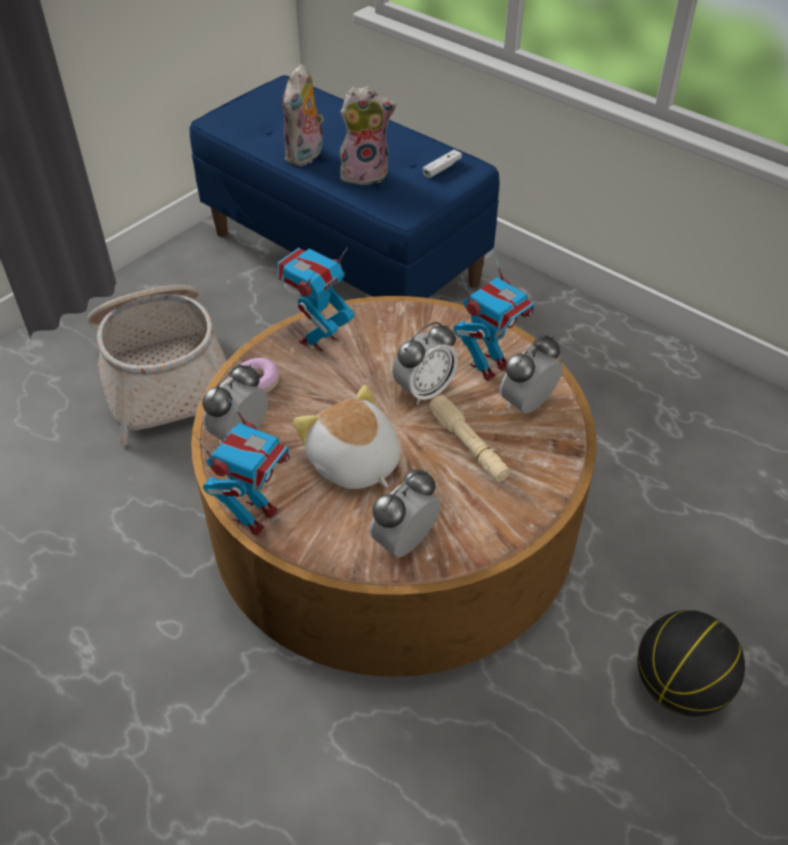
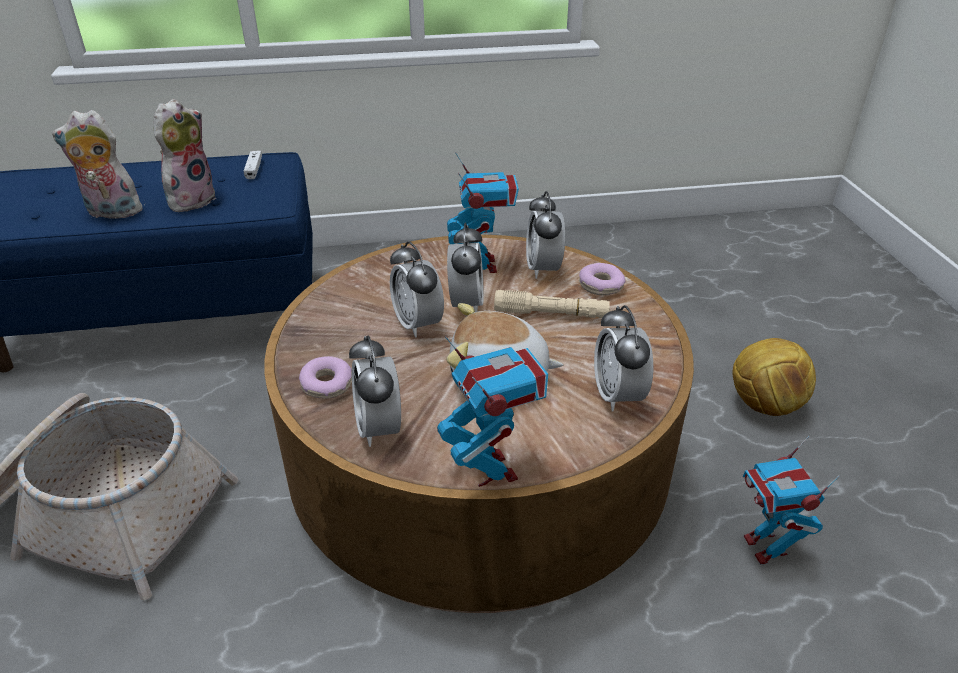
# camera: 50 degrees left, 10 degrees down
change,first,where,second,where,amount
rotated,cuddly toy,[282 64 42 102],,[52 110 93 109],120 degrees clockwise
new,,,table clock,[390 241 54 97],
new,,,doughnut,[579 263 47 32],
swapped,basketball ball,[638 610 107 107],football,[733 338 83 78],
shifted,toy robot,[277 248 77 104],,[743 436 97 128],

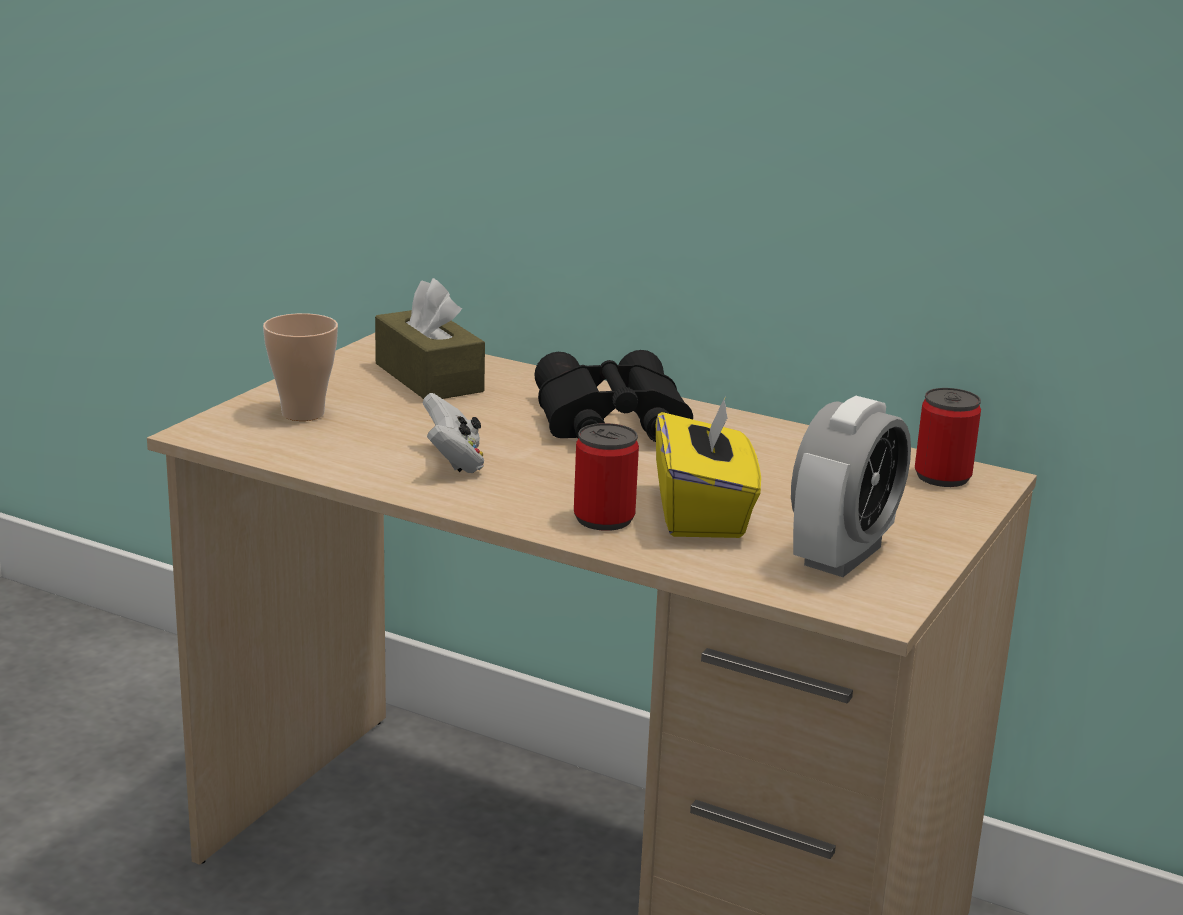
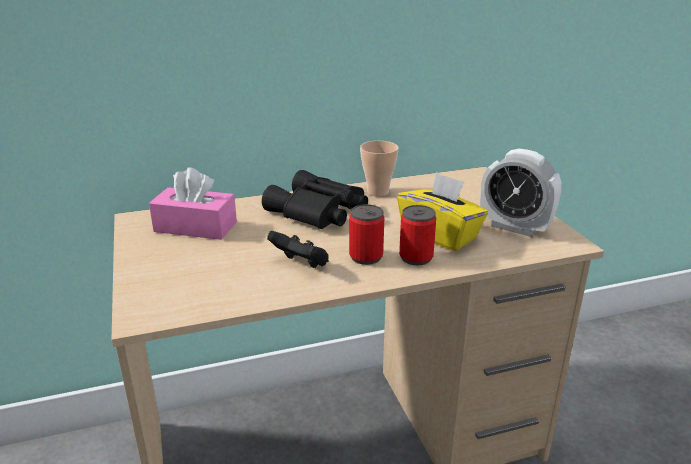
# camera: 45 degrees left, 5 degrees up
change,first,where,second,where,amount
repainted,brown-coloured box of tissues,[375 278 110 121],pinkish box of tissues,[149 168 88 72],
repainted,white game controller,[422 393 62 80],blackish game controller,[267 231 62 37],
shifted,metal can,[915 388 66 99],,[349 204 35 61],
shifted,small cup,[263 313 75 108],,[360 141 39 56],
rotated,table clock,[791 396 120 181],,[480 149 81 88],135 degrees clockwise

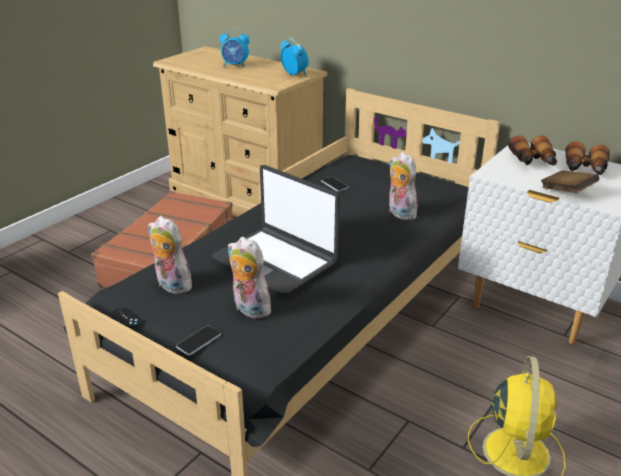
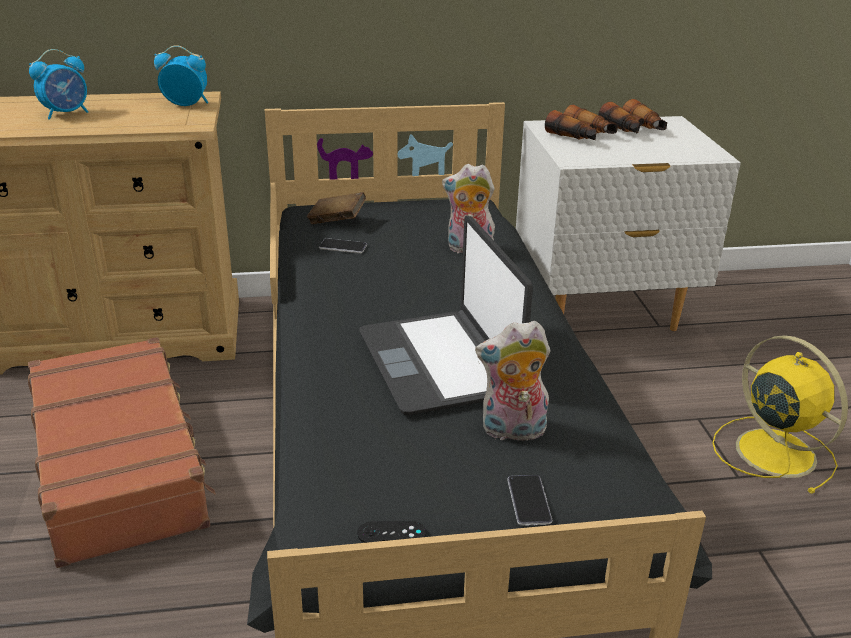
# camera: 45 degrees left, 0 degrees up
change,first,where,second,where,amount
shifted,brown-coloured volume,[541 170 58 23],,[307 192 59 32],
rotated,portable computer,[212 165 128 131],,[359 216 174 200],75 degrees clockwise
gone,cuddly toy,[148 216 45 78],,,

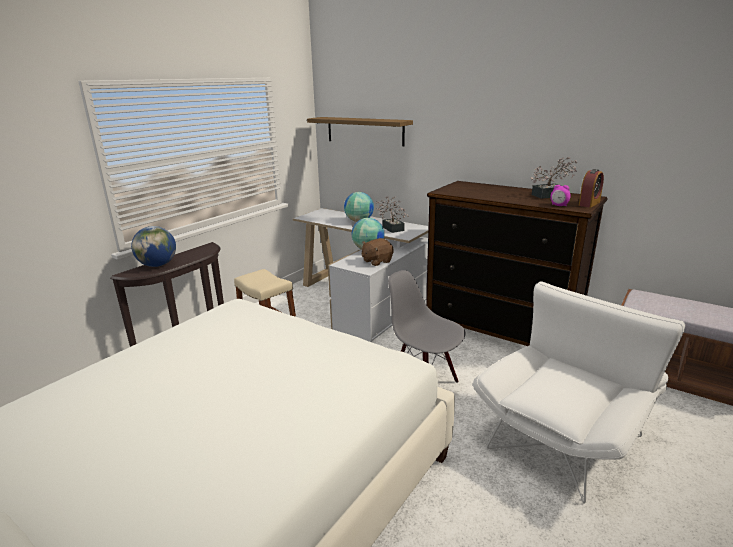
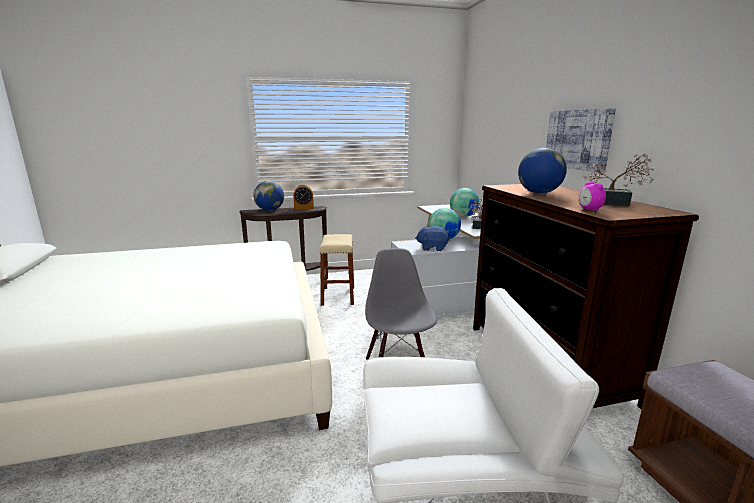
# camera: 40 degrees right, 5 degrees down
change,first,where,second,where,amount
shifted,table clock,[579 169 25 39],,[293 184 21 26],
repainted,brown-coloured cuddly toy,[362 238 32 28],bluish cuddly toy,[415 226 35 25],
new,,,desk globe,[518 148 49 46],
new,,,wall art,[546 108 70 64],
gone,wall shelf,[307 117 106 29],,,

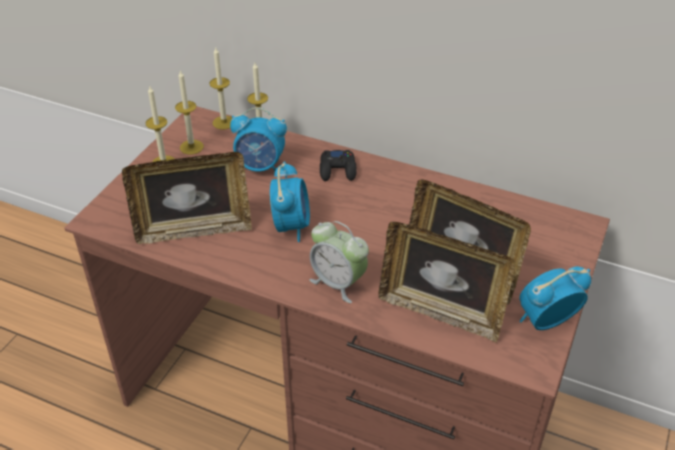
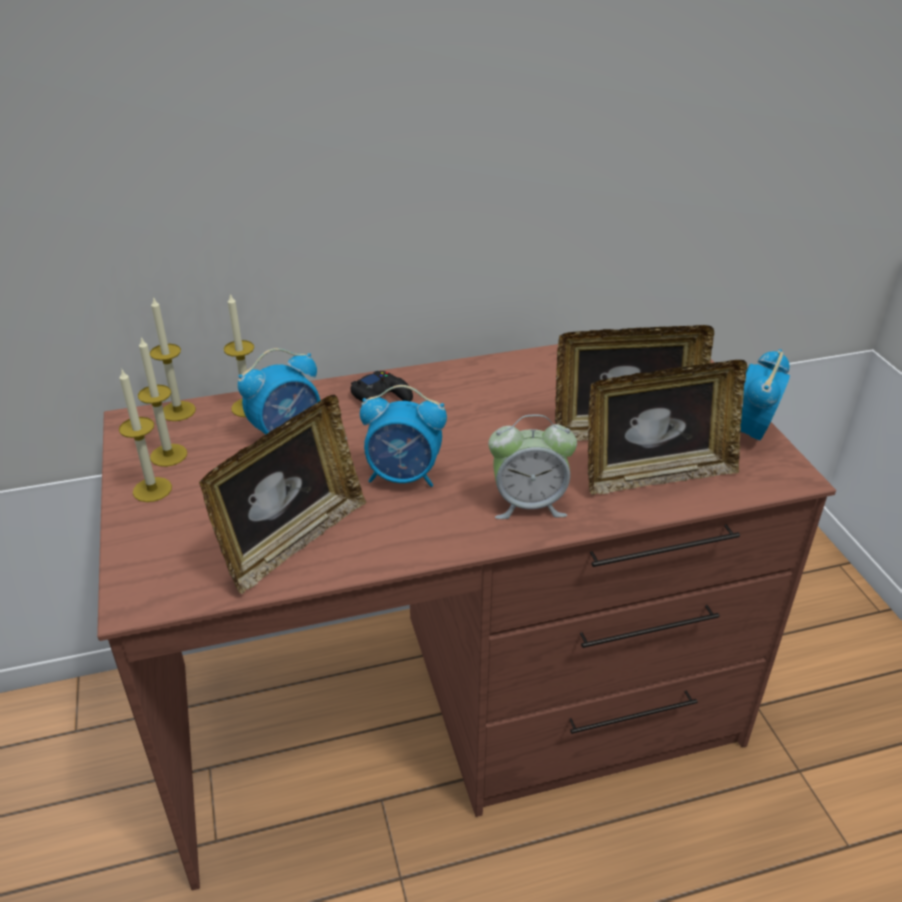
# camera: 40 degrees left, 5 degrees down
change,first,where,second,where,amount
rotated,table clock,[270 161 40 81],,[360 385 87 102],135 degrees clockwise

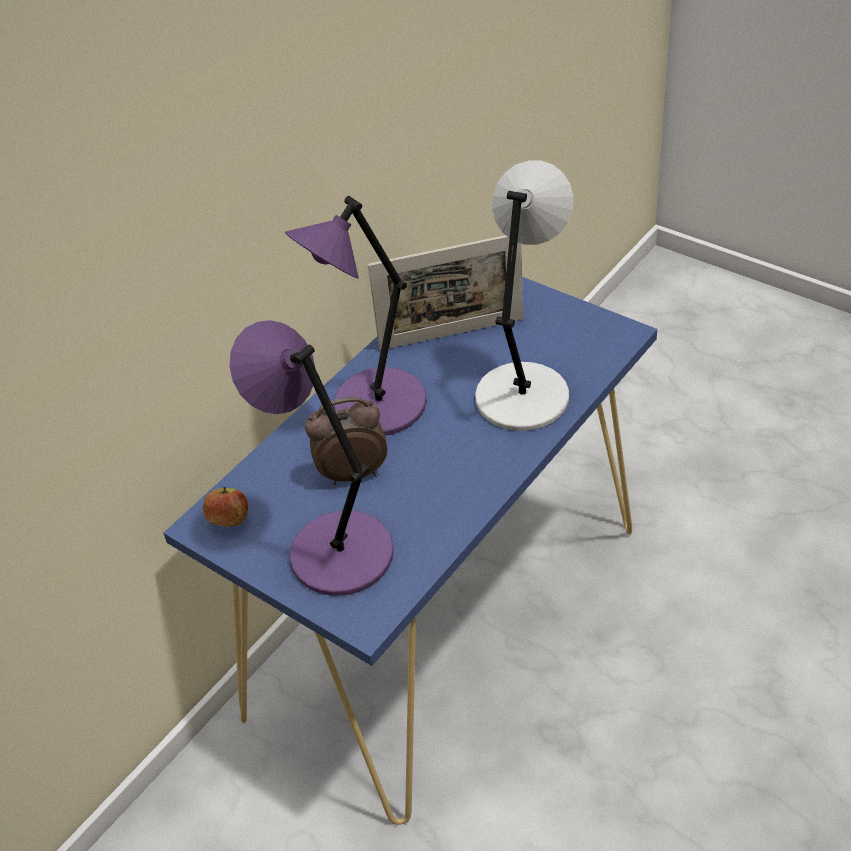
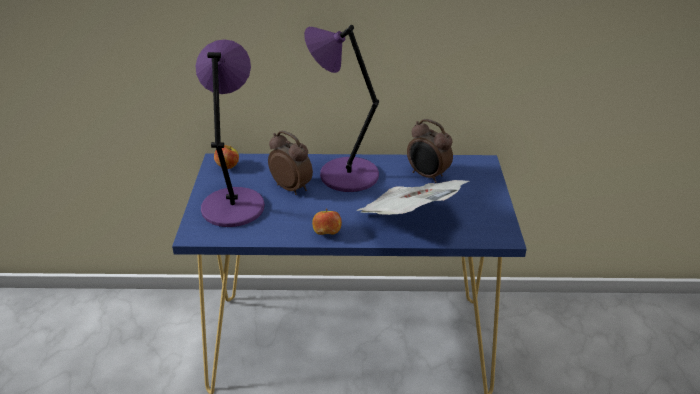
# camera: 50 degrees right, 10 degrees down
change,first,where,second,where,amount
new,,,apple fruit,[312 209 30 26],
swapped,grey tabletop lamp,[475 160 98 271],printed paper,[356 180 113 35],
swapped,standing frame,[368 235 155 115],table clock,[407 119 46 64],

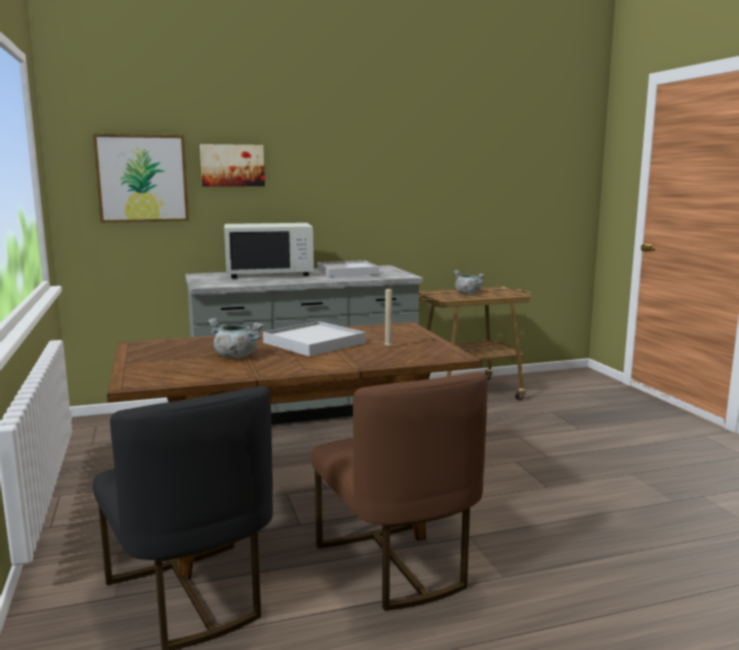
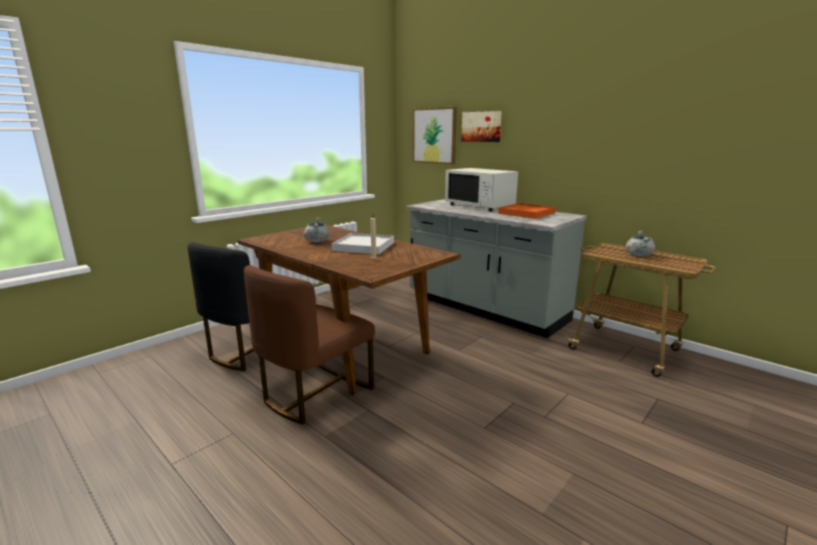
# camera: 60 degrees right, 5 degrees up
change,first,where,second,where,amount
repainted,white serving tray,[317 260 62 17],orangey serving tray,[498 203 58 16],

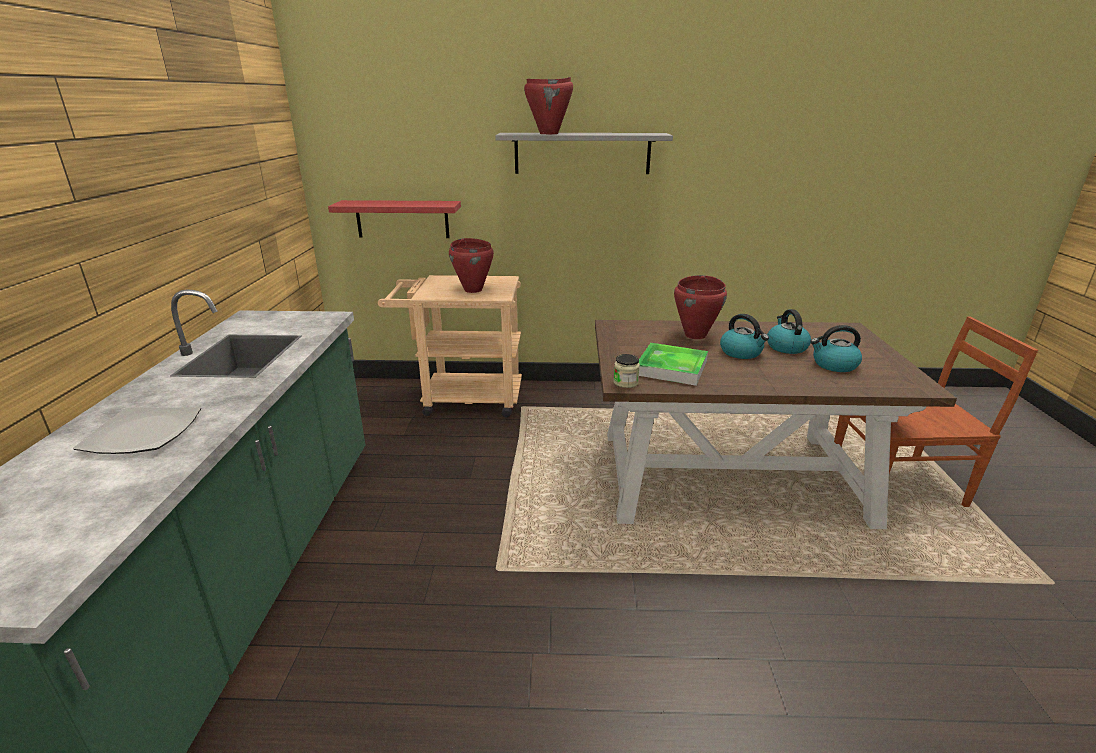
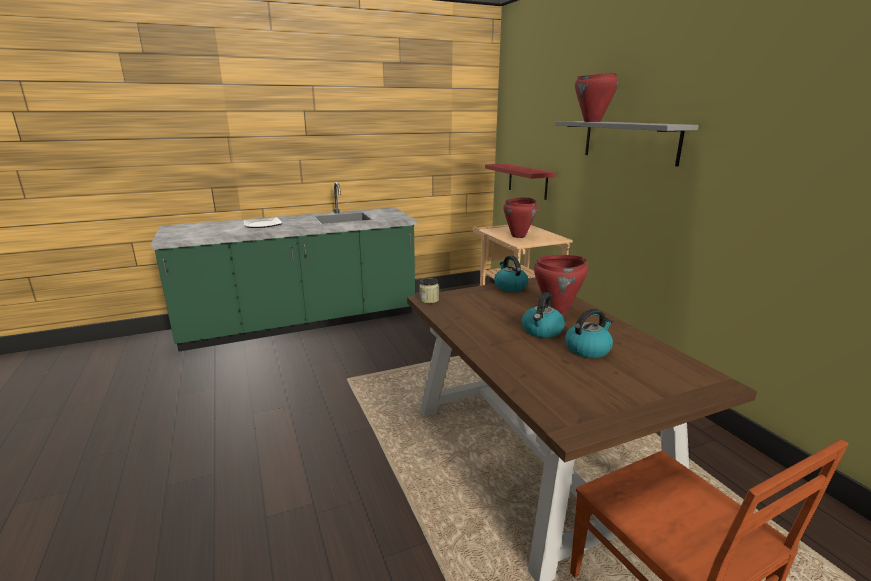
# camera: 65 degrees right, 5 degrees down
change,first,where,second,where,amount
shifted,water kettle,[810 325 52 47],,[494 256 34 36],
gone,serving tray,[638 343 70 43],,,

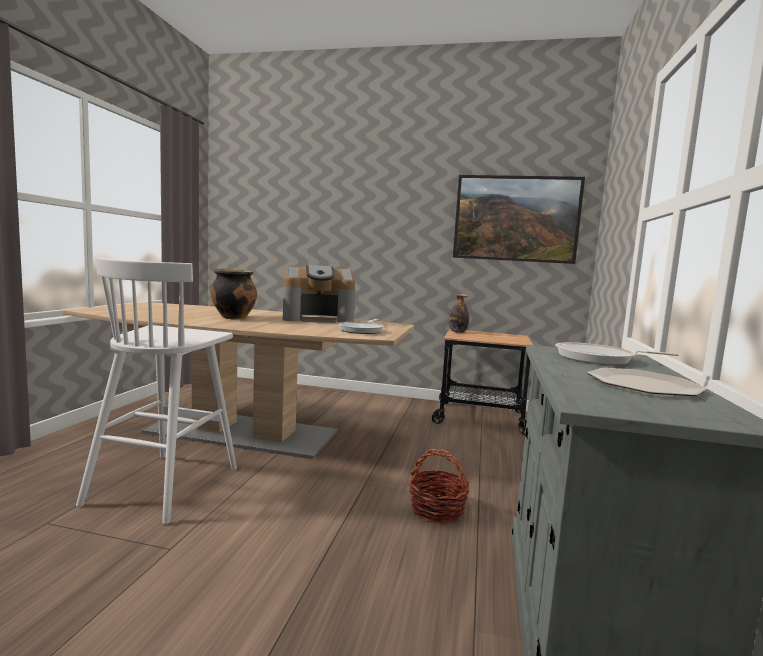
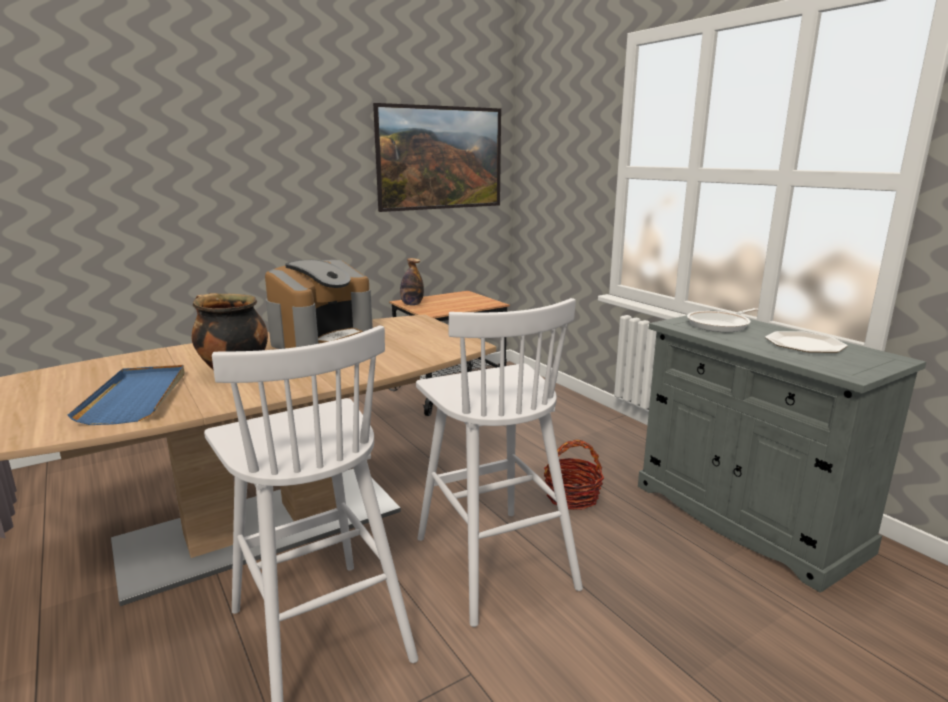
# camera: 45 degrees left, 10 degrees up
change,first,where,second,where,amount
new,,,bluish serving tray,[68 365 116 60],
new,,,white sitting stool,[416 298 167 329],
gone,pan,[339 319 44 15],,,

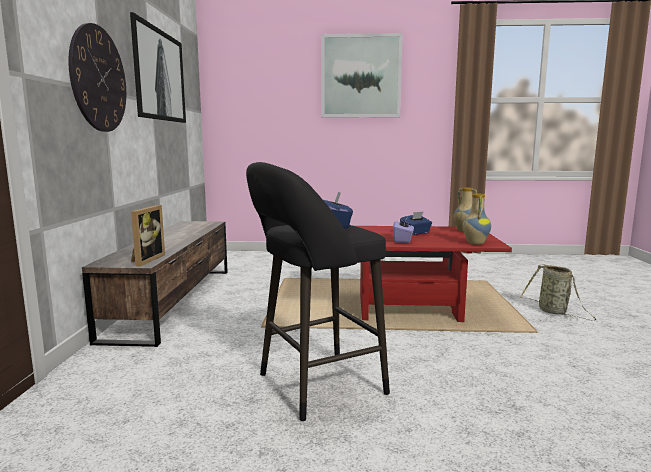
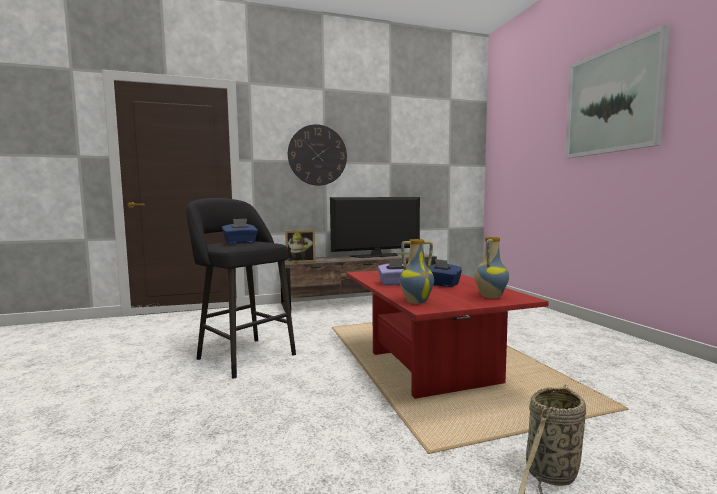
# camera: 70 degrees right, 5 degrees down
change,first,where,second,where,amount
new,,,television,[330 197 90 61],
gone,wall art,[130 12 56 111],,,

